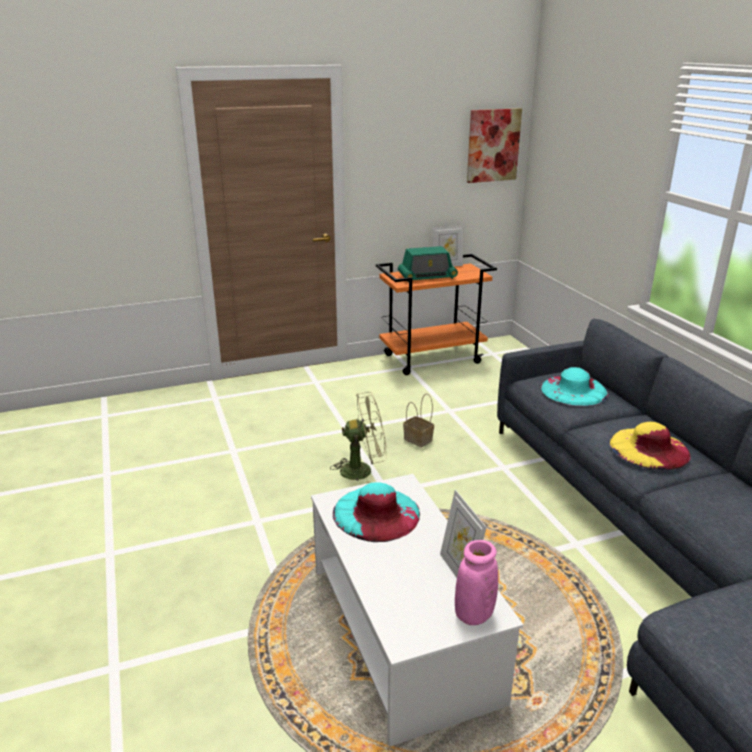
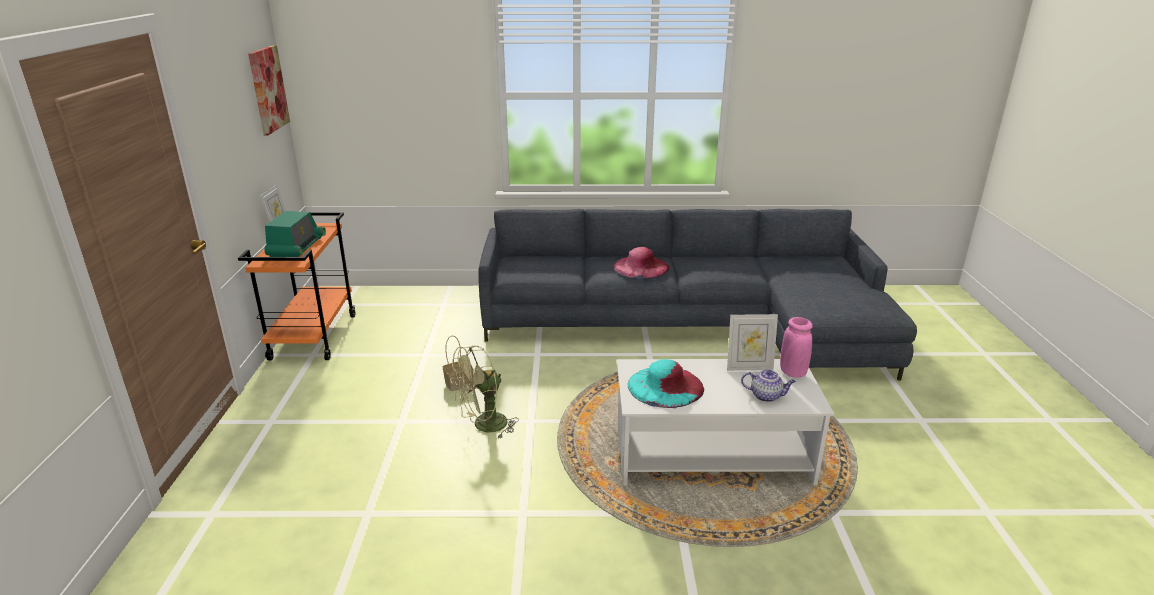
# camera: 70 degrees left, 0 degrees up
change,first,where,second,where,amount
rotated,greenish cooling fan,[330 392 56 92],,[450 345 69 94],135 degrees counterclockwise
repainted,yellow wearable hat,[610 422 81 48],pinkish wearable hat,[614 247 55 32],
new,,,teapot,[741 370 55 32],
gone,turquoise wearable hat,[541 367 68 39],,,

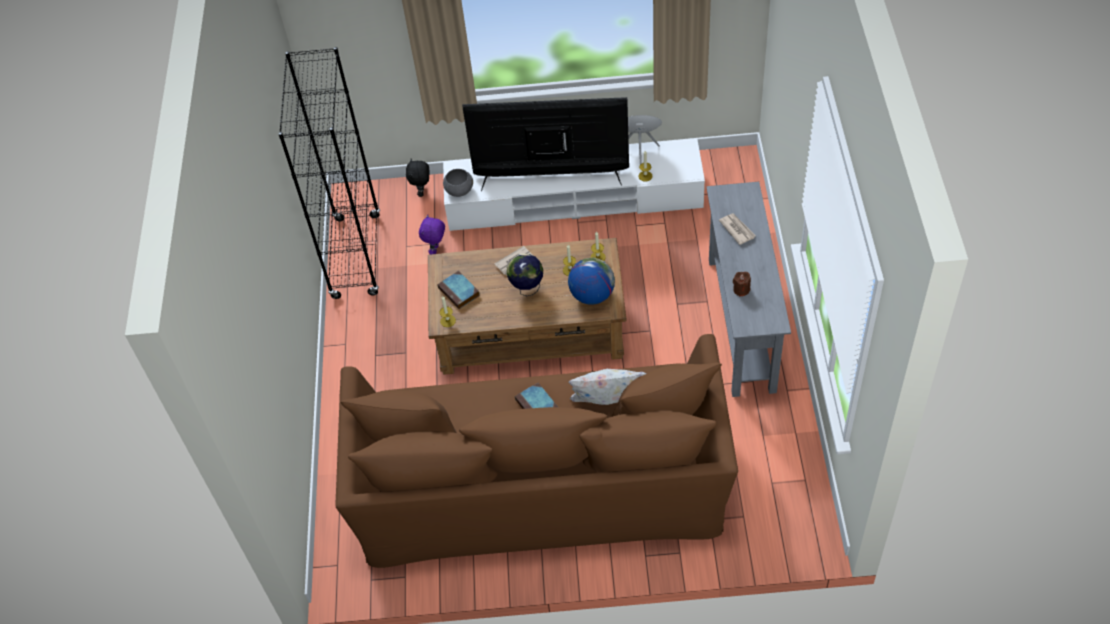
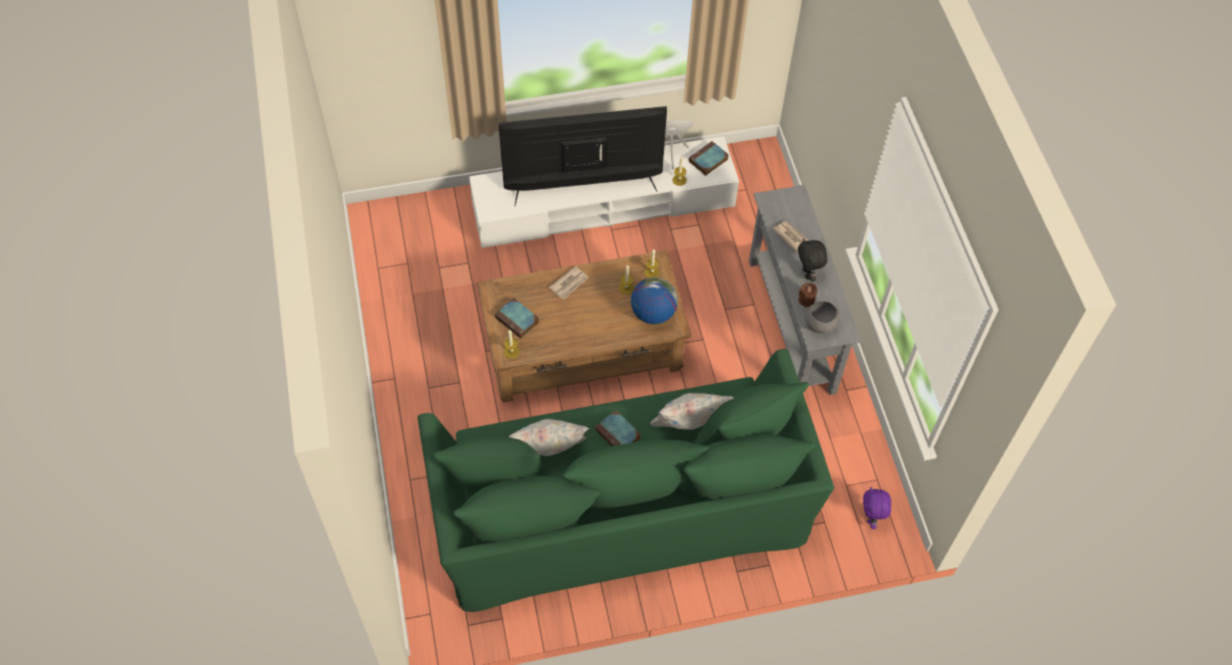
# camera: 15 degrees left, 5 degrees up
change,first,where,second,where,amount
repainted,brown-coloured couch,[335 334 403 234],greenish couch,[418 349 416 263],
new,,,white cushion,[509 419 80 37],
new,,,volume,[689 141 40 35],
shifted,blackish cuddly toy,[406 159 23 38],,[798 238 30 44],
shifted,grey serving bowl,[443 169 30 28],,[805 301 35 33],
shifted,purple cuddly toy,[419 215 26 40],,[863 486 28 43],
gone,blackish bookcase,[278 47 102 252],,,
gone,desk globe,[507 254 36 42],,,

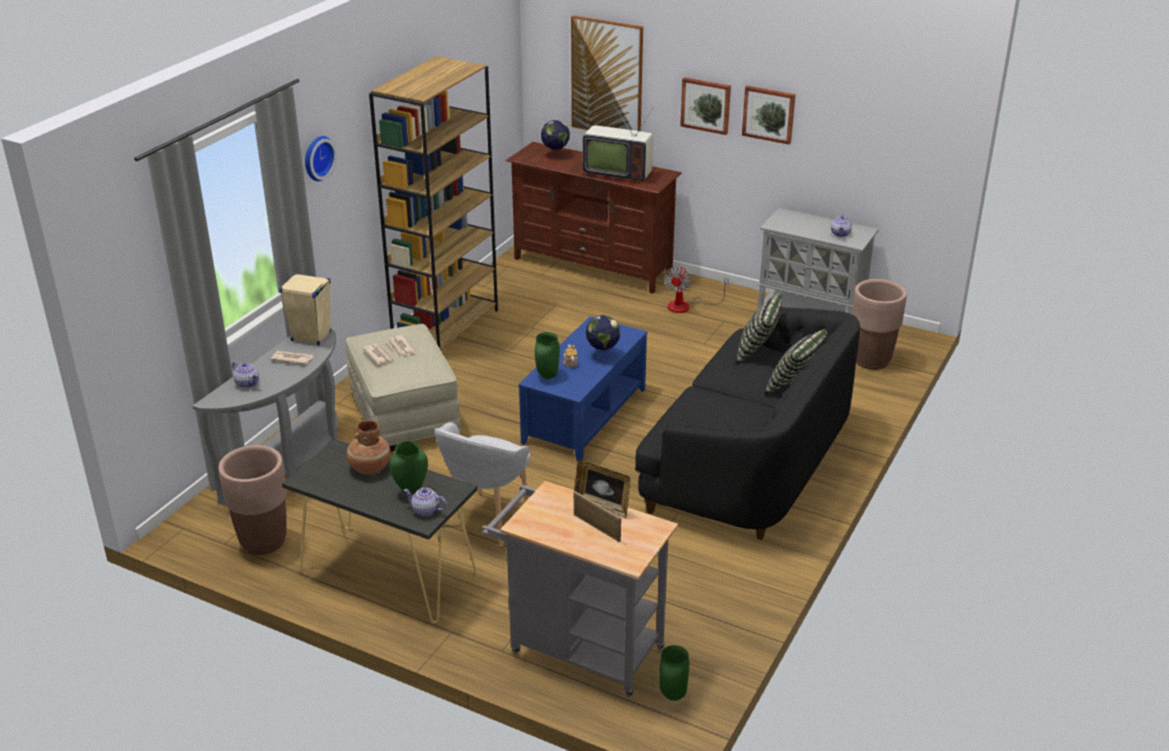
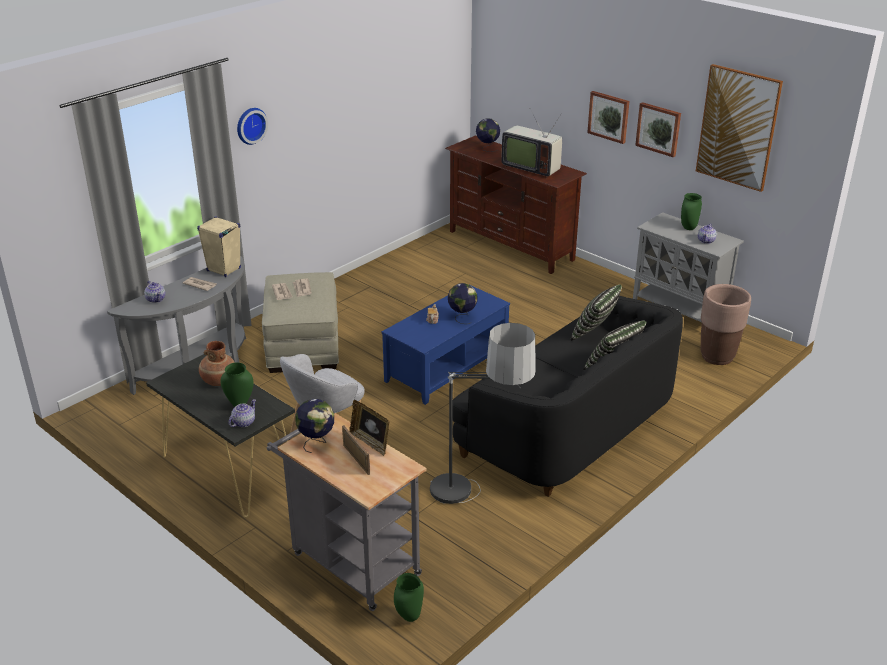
# camera: 15 degrees right, 0 degrees up
change,first,where,second,where,amount
rotated,teapot,[404 488 43 28],,[229 399 27 28],90 degrees clockwise
new,,,desk globe,[295 399 39 54],
new,,,standing lamp,[430 323 106 181],
shifted,greenish decorative vase,[535 332 25 47],,[681 193 21 37],
shifted,wall art,[571 15 72 116],,[696 64 87 128],
gone,brown-coloured plant pot,[218 445 69 110],,,
gone,brown-coloured bookcase,[369 56 129 294],,,
gone,cooling fan,[664 266 65 47],,,

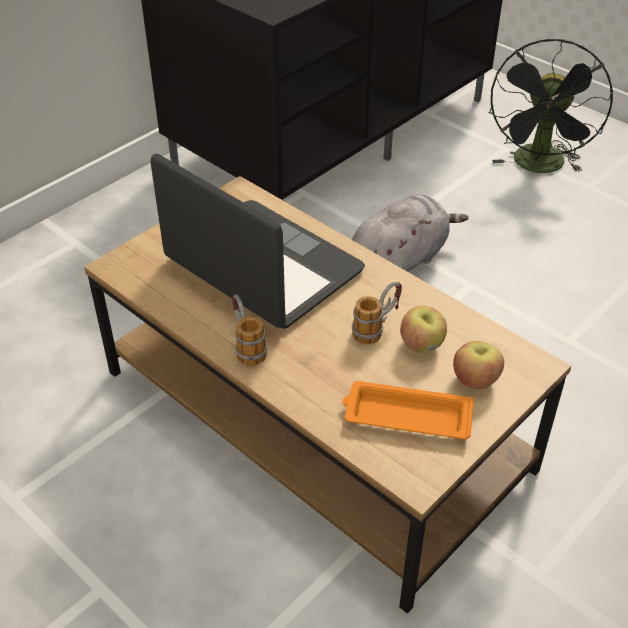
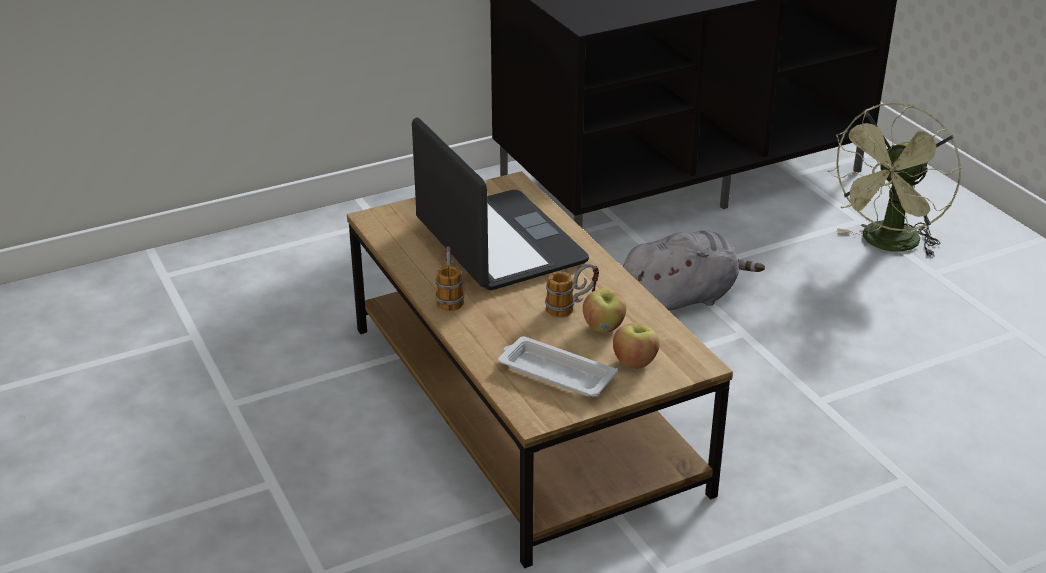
# camera: 20 degrees right, 10 degrees down
change,first,where,second,where,amount
repainted,orangey serving tray,[342 381 132 58],white serving tray,[498 336 120 61],
repainted,blackish cooling fan,[489 39 124 134],greenish cooling fan,[828 102 133 155],

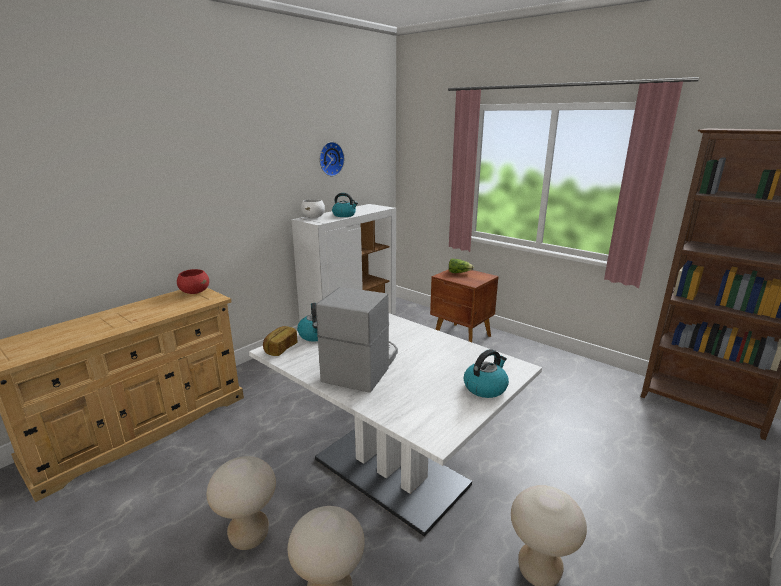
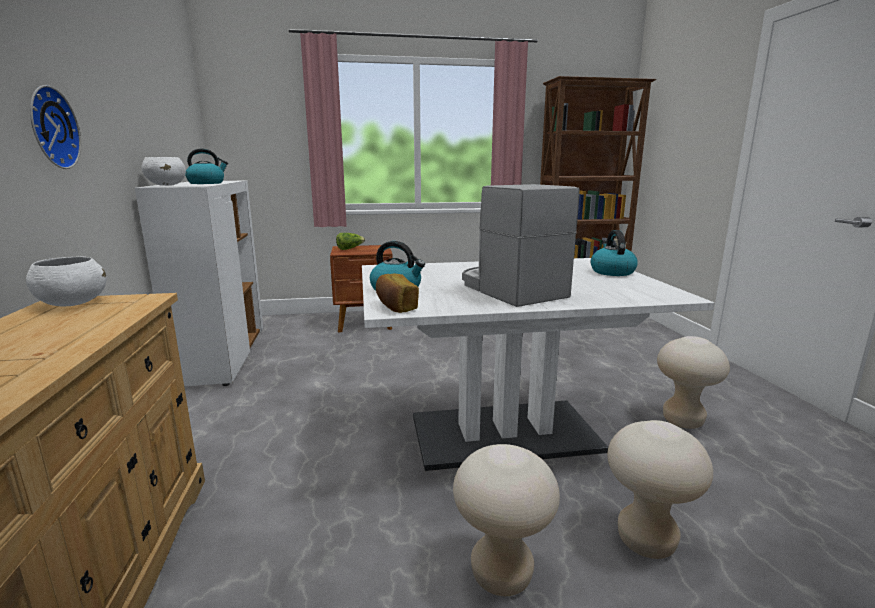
# camera: 50 degrees left, 5 degrees down
change,first,where,second,where,amount
repainted,reddish serving bowl,[177 269 32 25],white serving bowl,[26 256 81 50],
shifted,wall clock,[319 142 26 34],,[30 85 51 84],

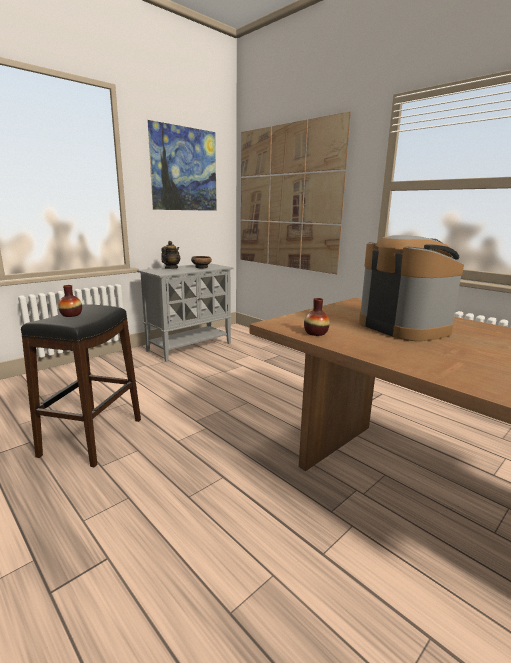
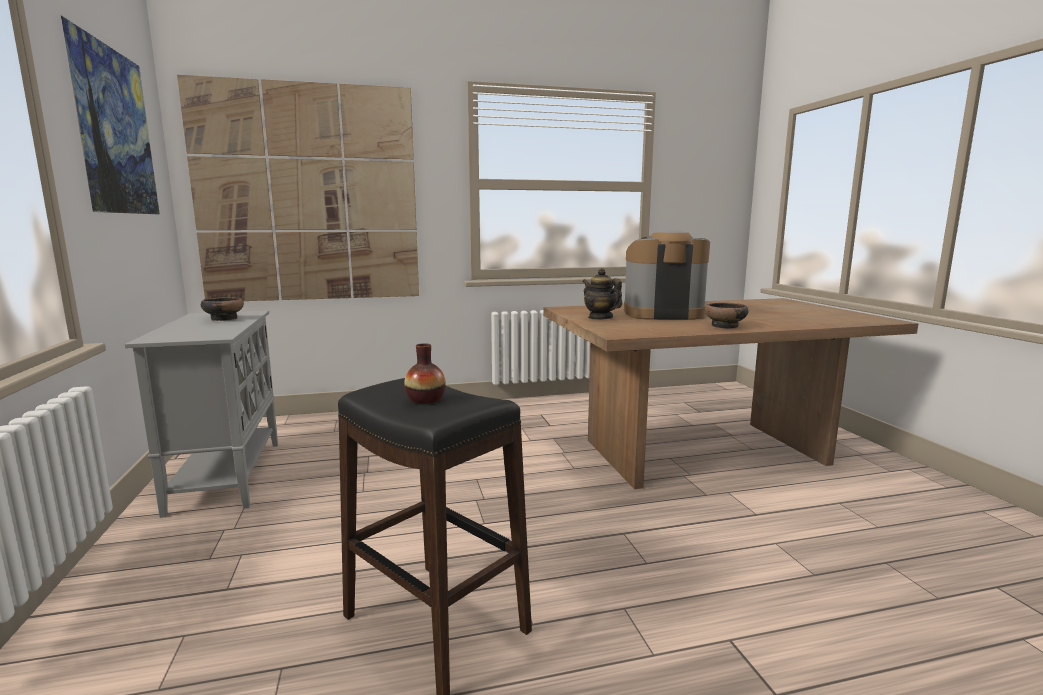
# camera: 60 degrees left, 5 degrees down
change,first,where,second,where,amount
shifted,teapot,[161 241 19 28],,[582 268 40 52],
new,,,serving bowl,[705 303 44 25],
gone,decorative vase,[304 298 26 38],,,

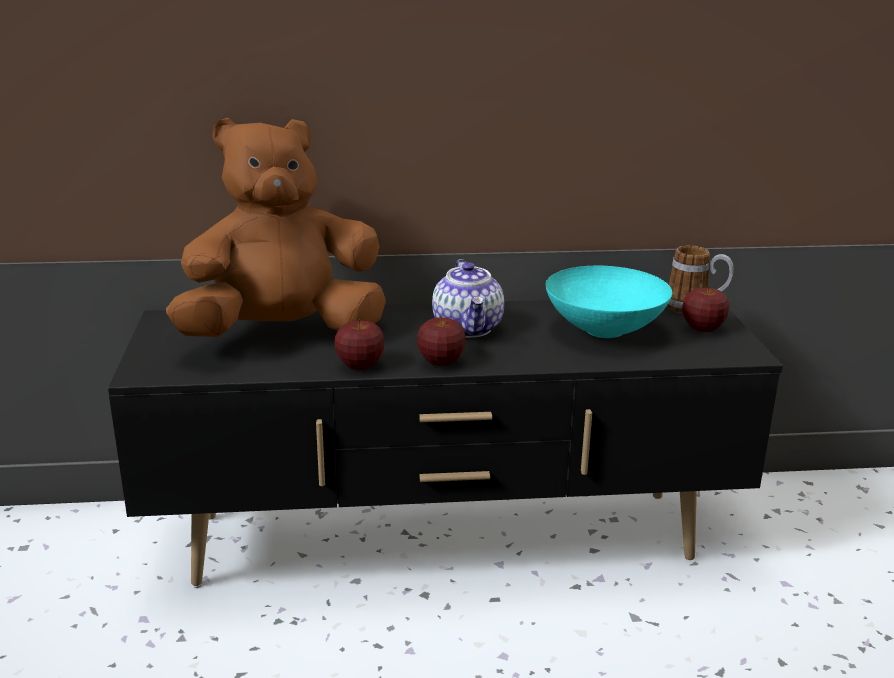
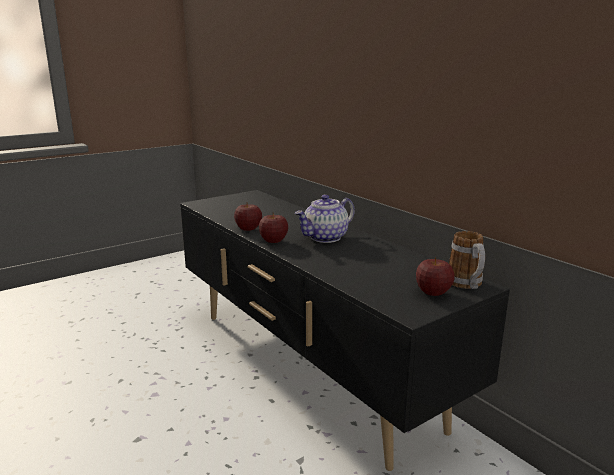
# camera: 60 degrees right, 5 degrees down
change,first,where,second,where,amount
gone,brown-coloured cuddly toy,[166 118 220 219],,,
gone,turquoise serving bowl,[546 266 126 72],,,

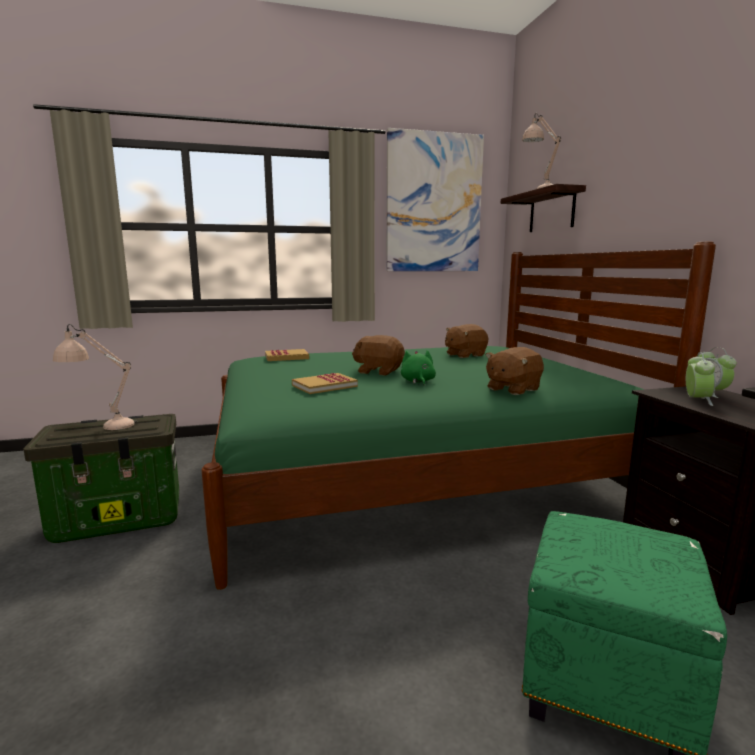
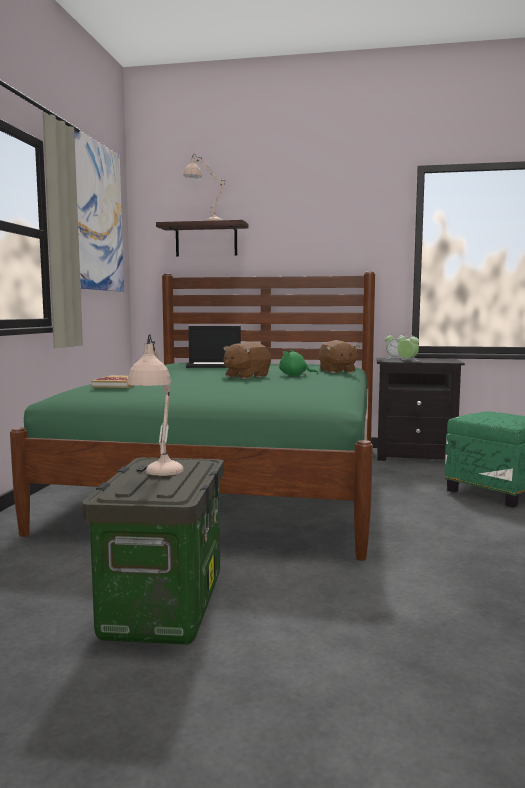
# camera: 65 degrees left, 5 degrees down
change,first,where,second,where,amount
swapped,brown-coloured cuddly toy,[445 324 43 34],portable computer,[186 326 55 42],
gone,volume,[292 373 66 21],,,

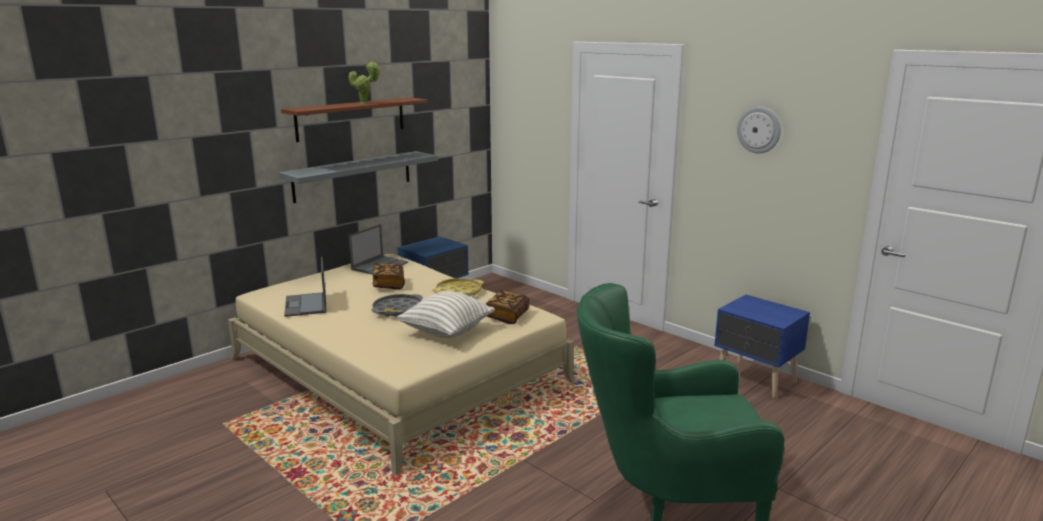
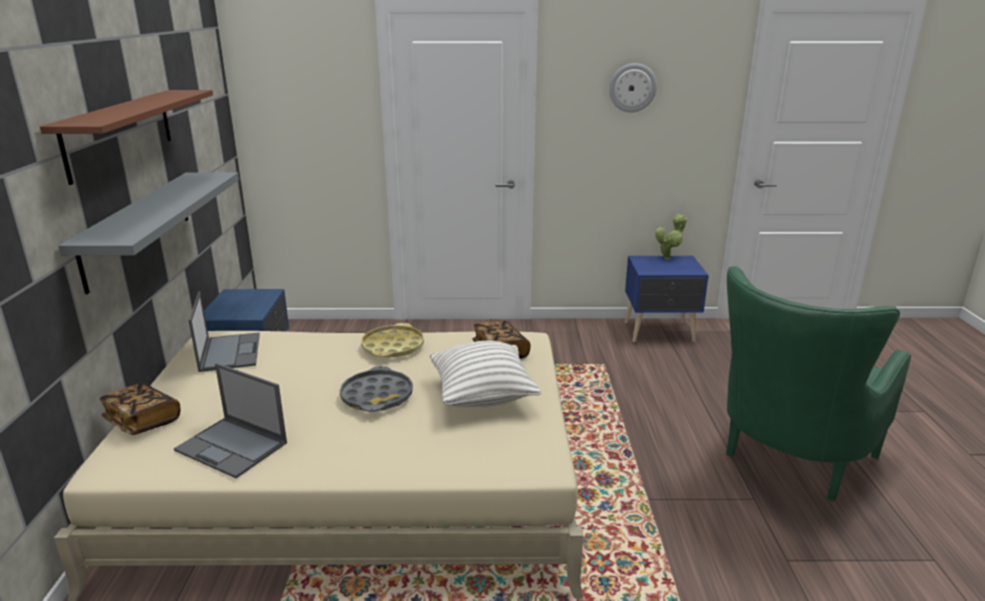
# camera: 45 degrees left, 5 degrees up
change,first,where,second,where,amount
shifted,volume,[372 263 33 26],,[100 383 81 52],
shifted,houseplant,[349 61 31 43],,[655 214 32 46],

